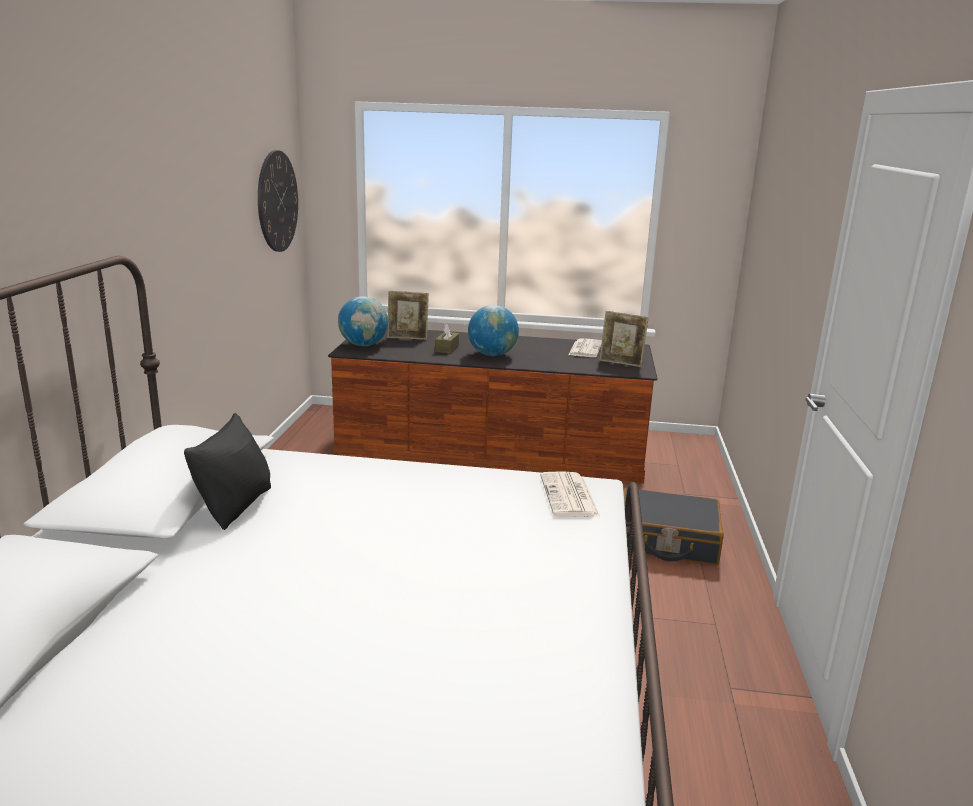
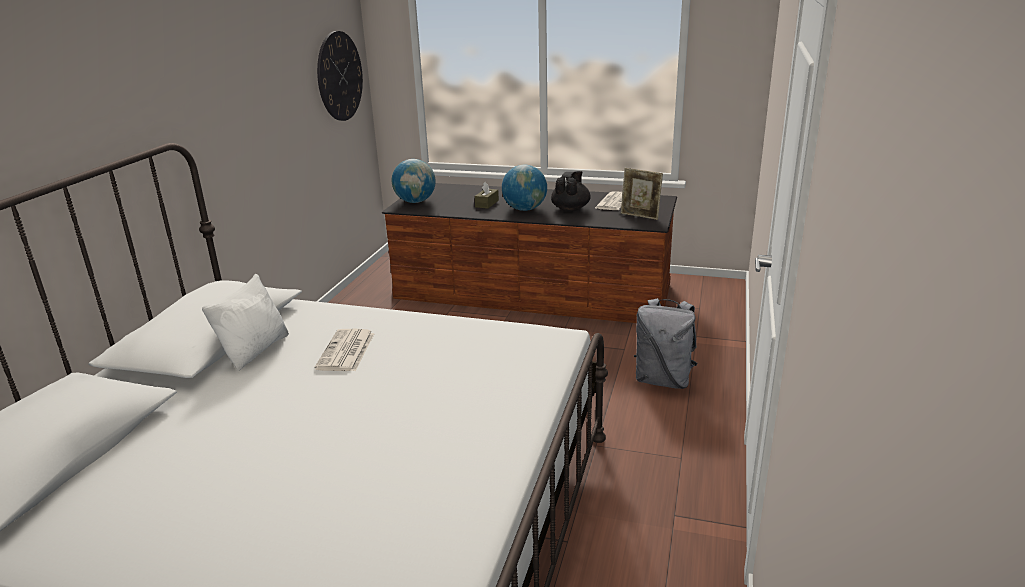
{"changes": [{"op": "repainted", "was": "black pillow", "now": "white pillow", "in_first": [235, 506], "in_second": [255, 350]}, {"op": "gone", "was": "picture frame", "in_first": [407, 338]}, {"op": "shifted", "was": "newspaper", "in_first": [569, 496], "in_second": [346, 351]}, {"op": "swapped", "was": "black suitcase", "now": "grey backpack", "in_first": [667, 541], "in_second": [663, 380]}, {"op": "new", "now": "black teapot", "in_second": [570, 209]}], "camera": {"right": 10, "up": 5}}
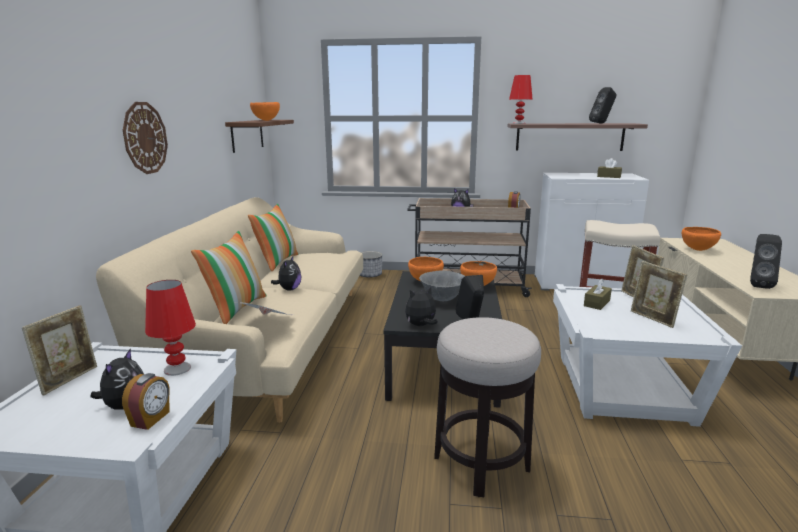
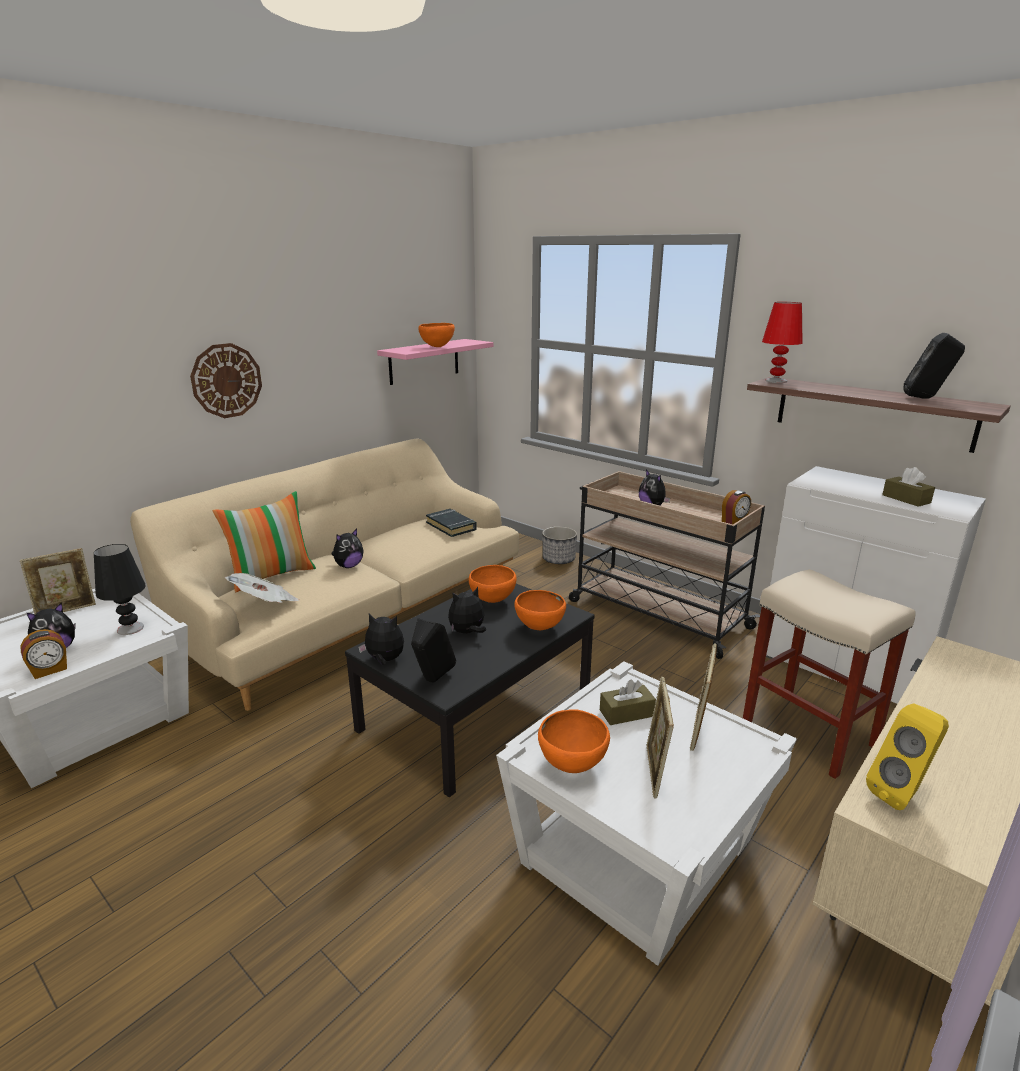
{"changes": [{"op": "repainted", "was": "red table lamp", "now": "black table lamp", "in_first": [177, 369], "in_second": [130, 628]}, {"op": "repainted", "was": "brown shelf", "now": "pink shelf", "in_first": [247, 135], "in_second": [424, 361]}, {"op": "gone", "was": "pillow", "in_first": [277, 261]}, {"op": "swapped", "was": "grey bowl", "now": "plush toy", "in_first": [443, 299], "in_second": [467, 632]}, {"op": "gone", "was": "stool", "in_first": [481, 462]}, {"op": "shifted", "was": "orange bowl", "in_first": [698, 250], "in_second": [572, 765]}, {"op": "repainted", "was": "black speaker", "now": "yellow speaker", "in_first": [758, 285], "in_second": [901, 794]}, {"op": "new", "now": "black book", "in_second": [451, 526]}], "camera": {"right": 35, "up": 5}}
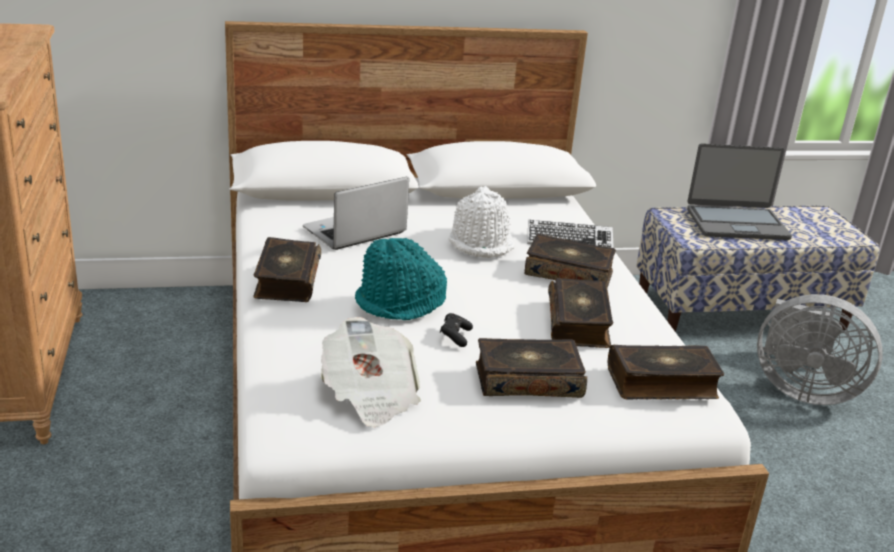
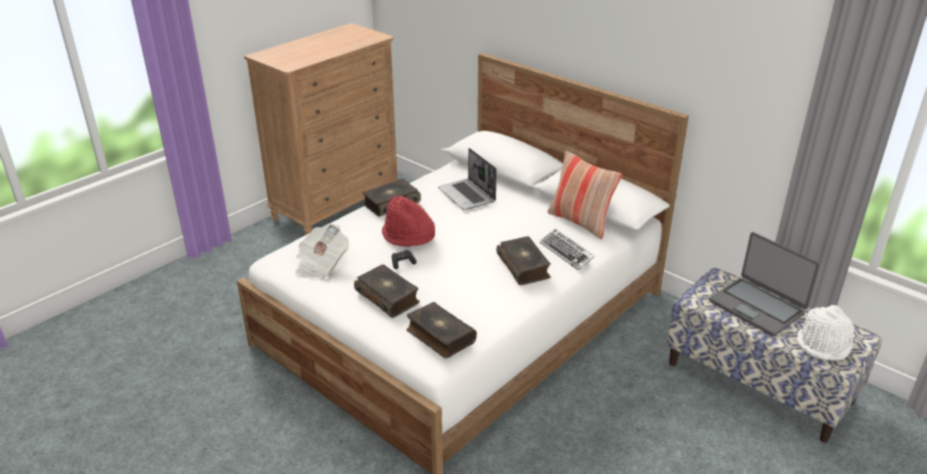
{"changes": [{"op": "rotated", "was": "laptop", "in_first": [354, 232], "in_second": [467, 195], "clockwise": -135}, {"op": "repainted", "was": "turquoise hat", "now": "red hat", "in_first": [400, 303], "in_second": [408, 236]}, {"op": "shifted", "was": "white hat", "in_first": [481, 243], "in_second": [824, 344]}, {"op": "gone", "was": "book", "in_first": [579, 323]}, {"op": "gone", "was": "grey fan", "in_first": [801, 390]}, {"op": "new", "now": "pillow", "in_second": [580, 222]}], "camera": {"right": 55, "up": 5}}
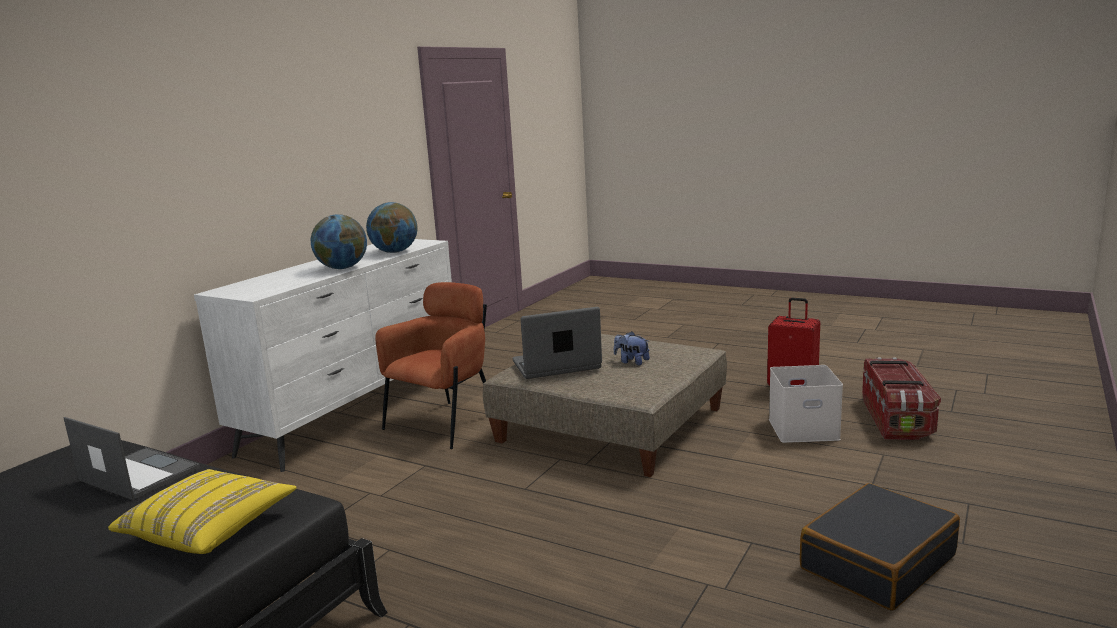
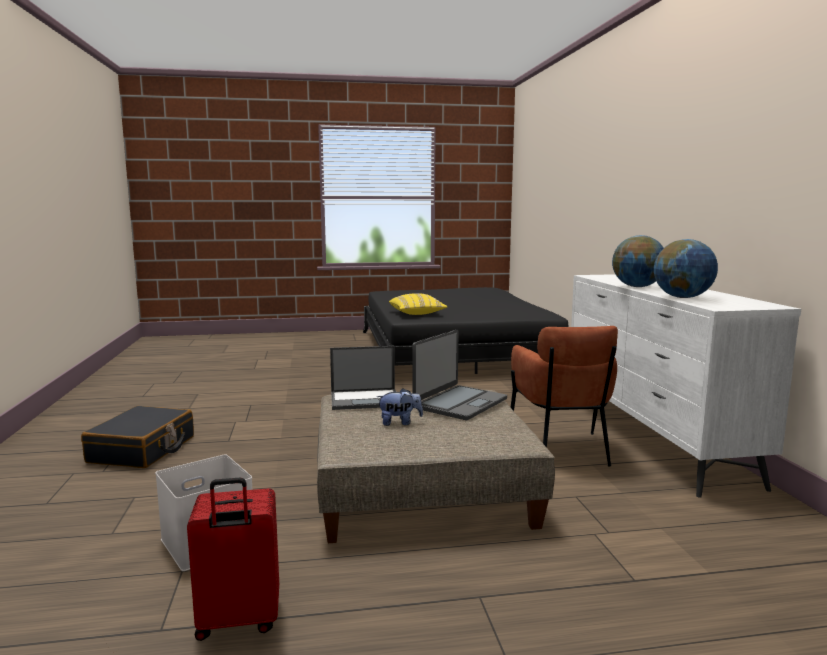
{"changes": [{"op": "shifted", "was": "laptop", "in_first": [138, 474], "in_second": [365, 400]}, {"op": "gone", "was": "storage box", "in_first": [896, 419]}], "camera": {"right": 140, "up": -5}}
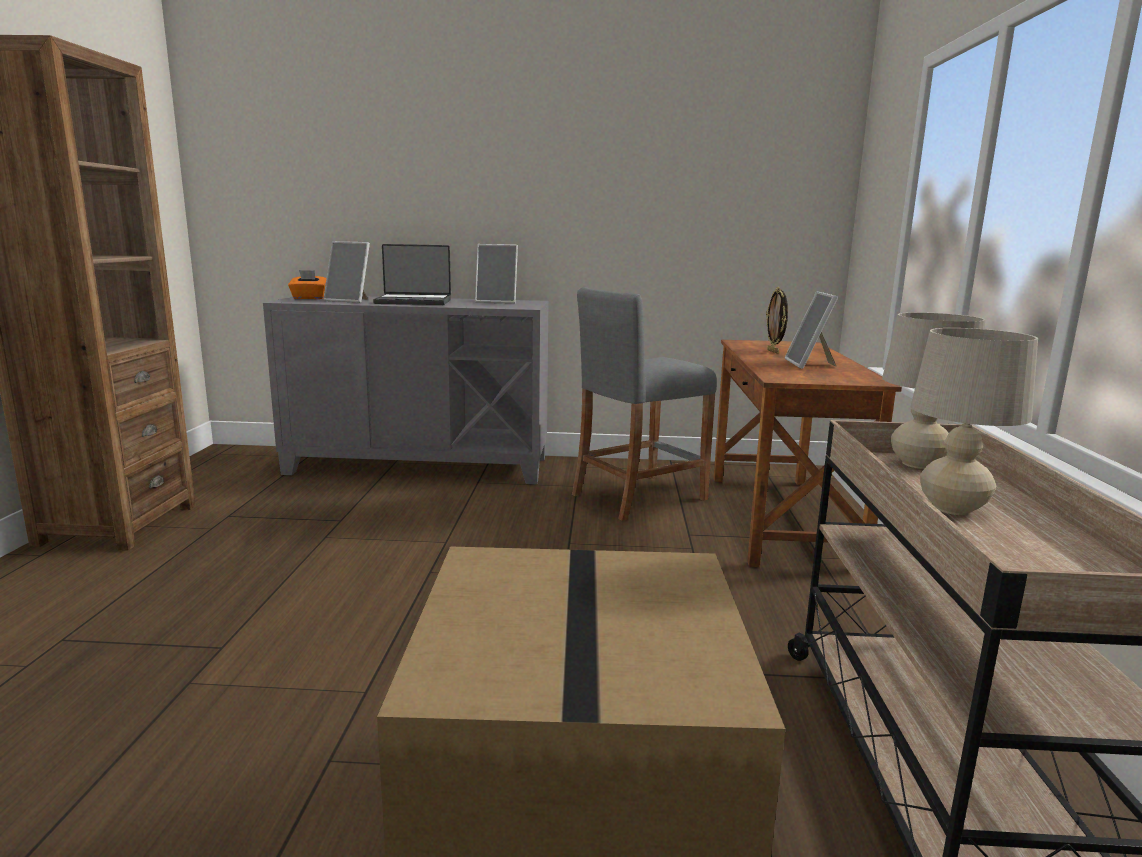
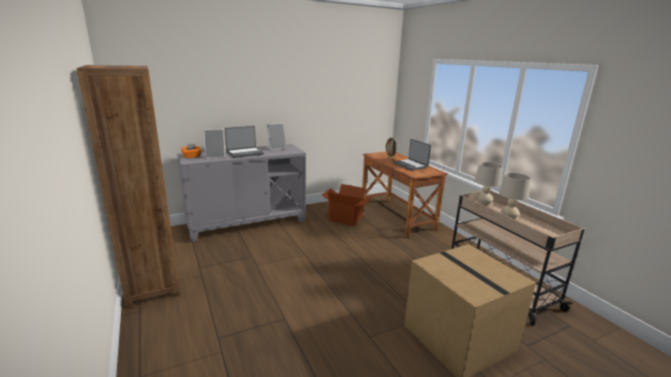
{"changes": [{"op": "swapped", "was": "grey stool", "now": "cardboard box", "in_first": [638, 496], "in_second": [345, 218]}, {"op": "swapped", "was": "picture frame", "now": "laptop", "in_first": [810, 364], "in_second": [410, 165]}], "camera": {"right": -30, "up": 5}}
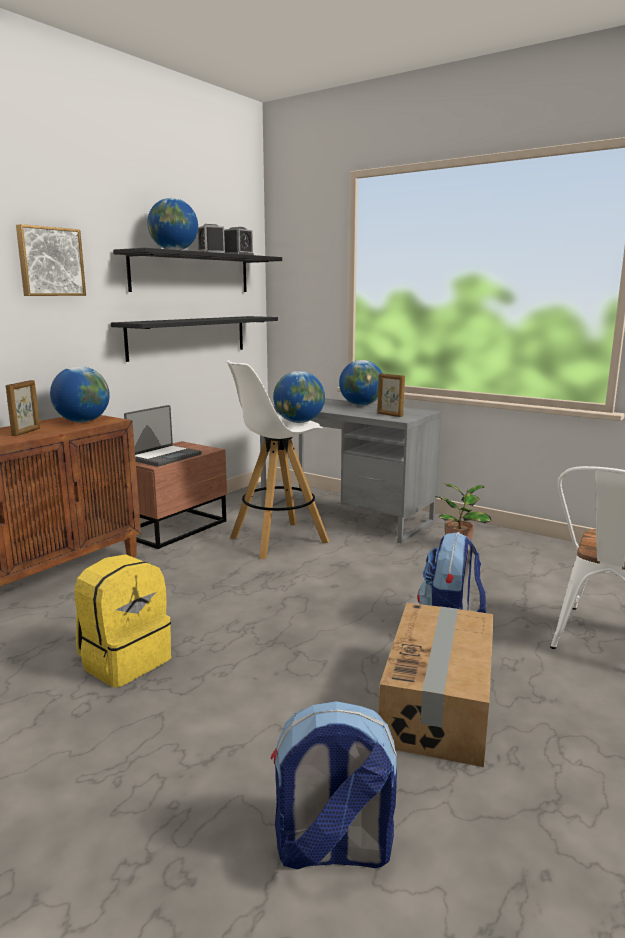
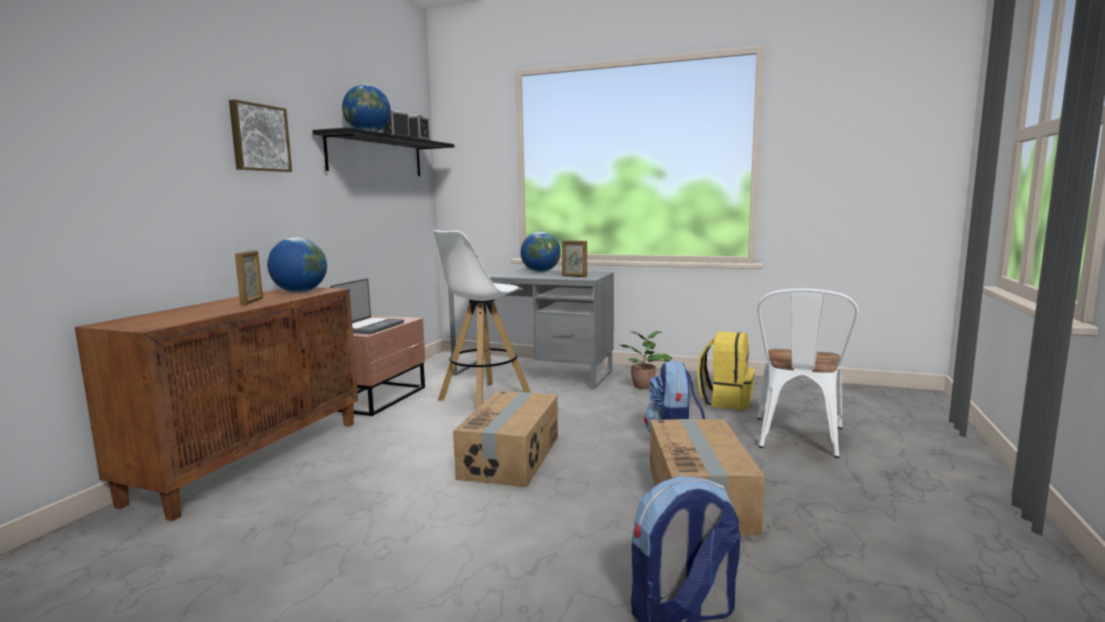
{"changes": [{"op": "shifted", "was": "yellow backpack", "in_first": [125, 661], "in_second": [726, 401]}, {"op": "gone", "was": "black shelf", "in_first": [188, 337]}, {"op": "gone", "was": "globe", "in_first": [299, 422]}, {"op": "new", "now": "cardboard box", "in_second": [511, 457]}], "camera": {"right": -15, "up": -5}}
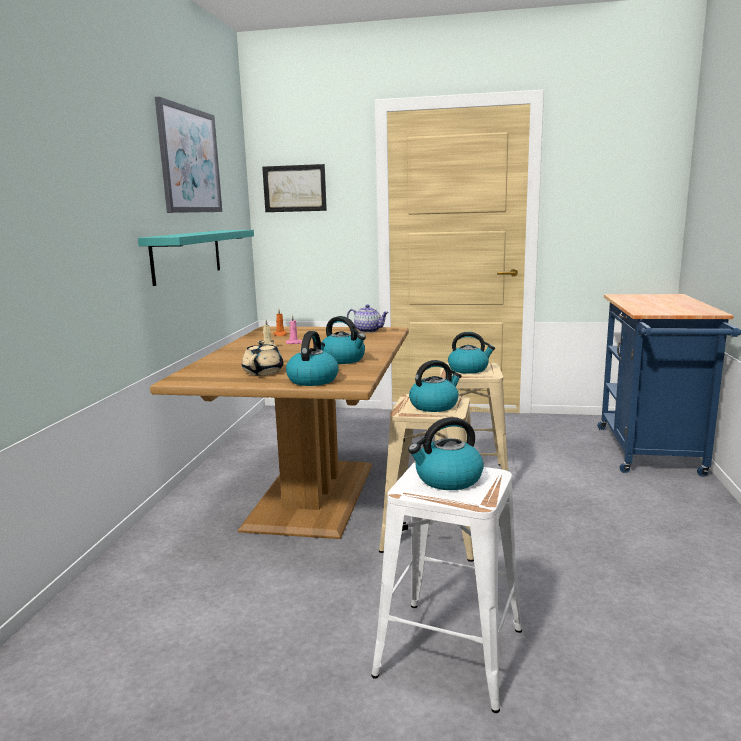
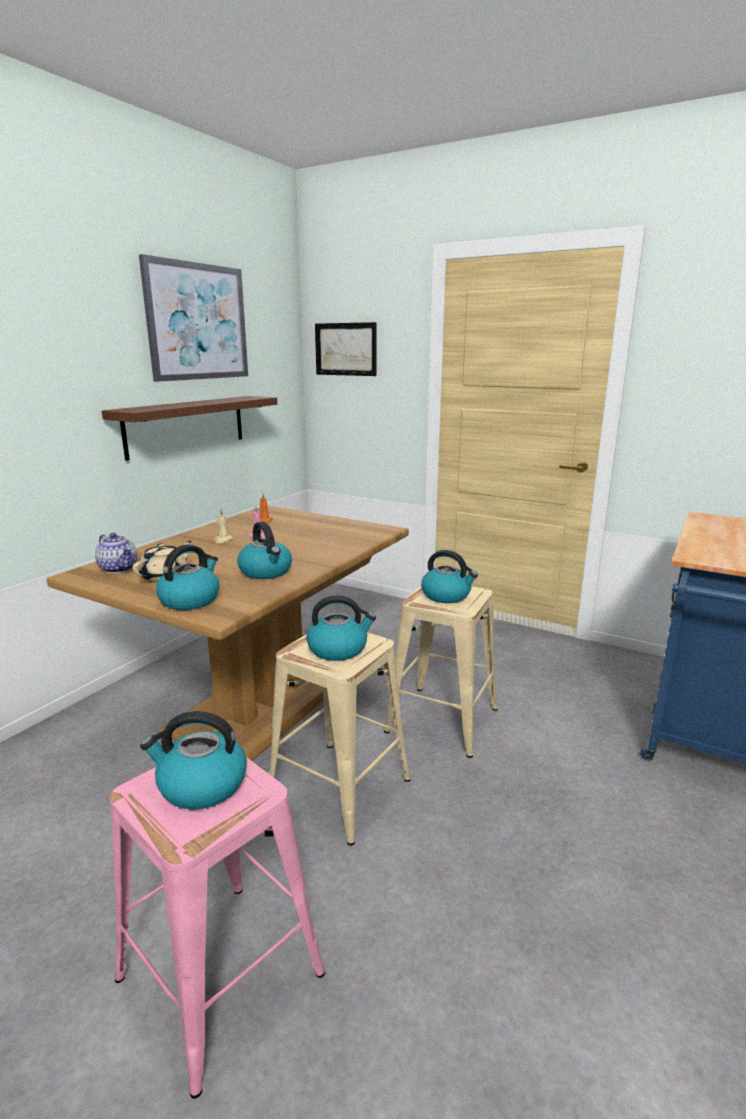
{"changes": [{"op": "repainted", "was": "turquoise shelf", "now": "brown shelf", "in_first": [187, 255], "in_second": [186, 425]}, {"op": "shifted", "was": "teapot", "in_first": [368, 331], "in_second": [119, 568]}, {"op": "repainted", "was": "white stool", "now": "pink stool", "in_first": [450, 650], "in_second": [222, 974]}], "camera": {"right": 20, "up": 5}}
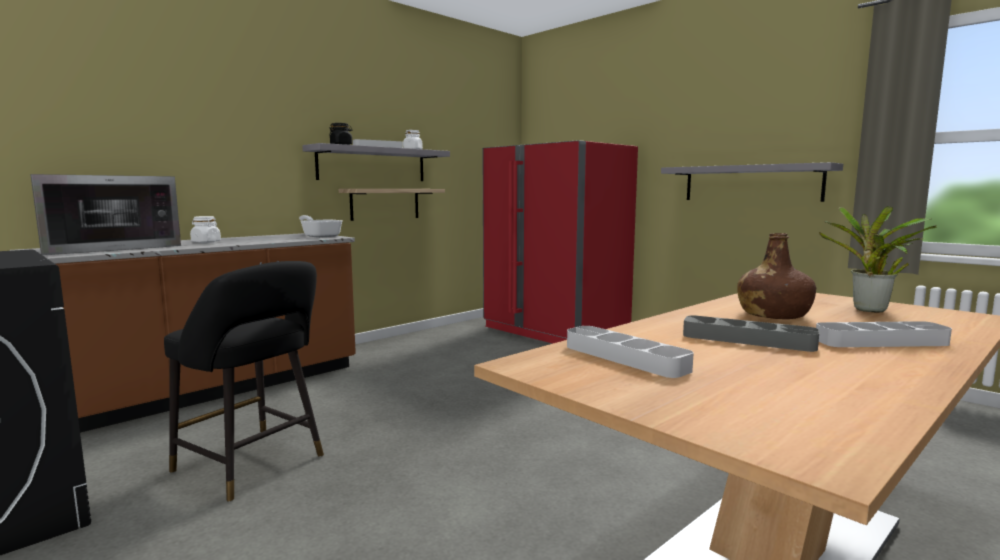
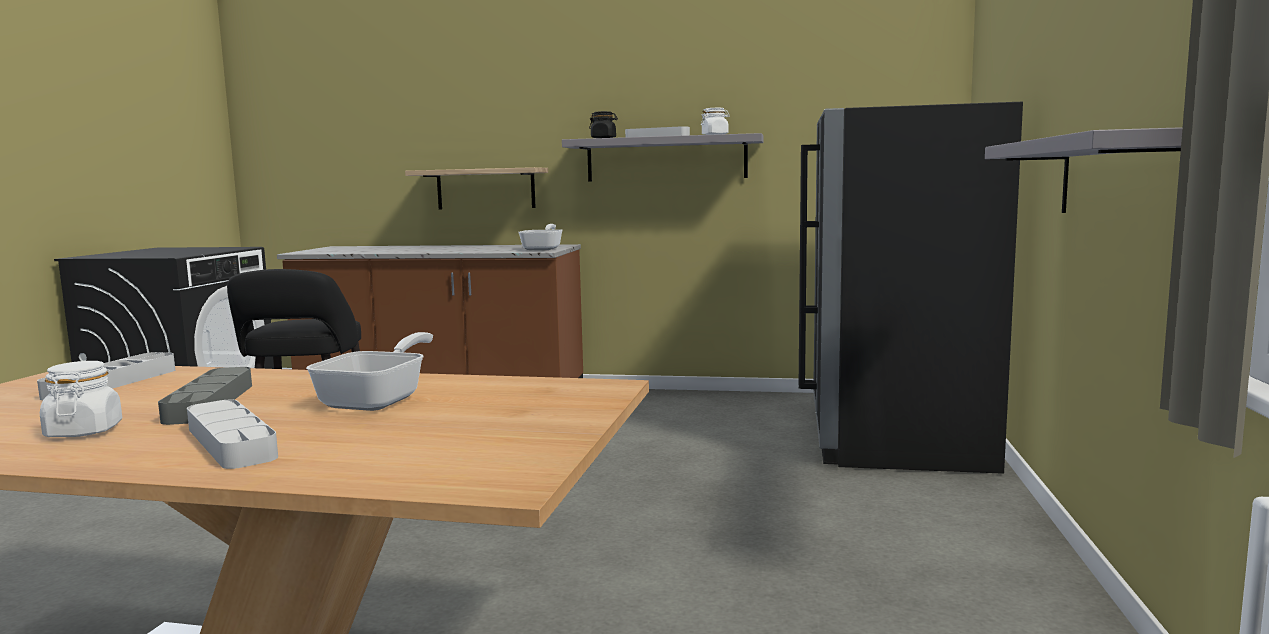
{"changes": [{"op": "gone", "was": "microwave", "in_first": [108, 248]}, {"op": "shifted", "was": "white jar", "in_first": [206, 242], "in_second": [84, 431]}, {"op": "shifted", "was": "shelf", "in_first": [385, 204], "in_second": [485, 189]}, {"op": "repainted", "was": "red fridge", "now": "black fridge", "in_first": [555, 331], "in_second": [894, 436]}, {"op": "swapped", "was": "brown bottle", "now": "frying pan", "in_first": [773, 315], "in_second": [379, 399]}, {"op": "gone", "was": "potted plant", "in_first": [869, 311]}], "camera": {"right": 55, "up": 0}}
